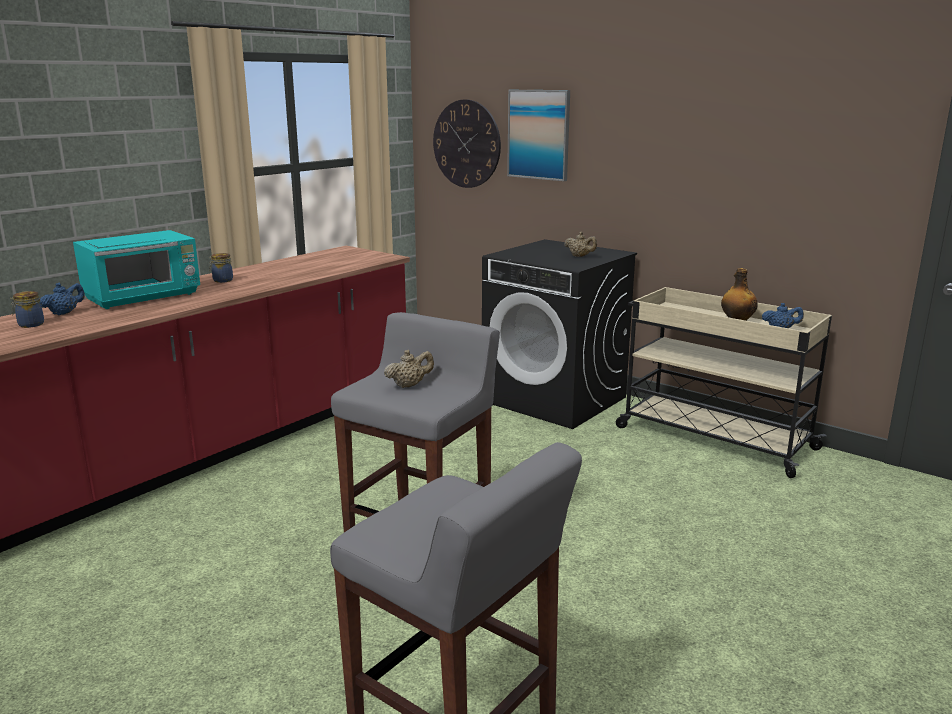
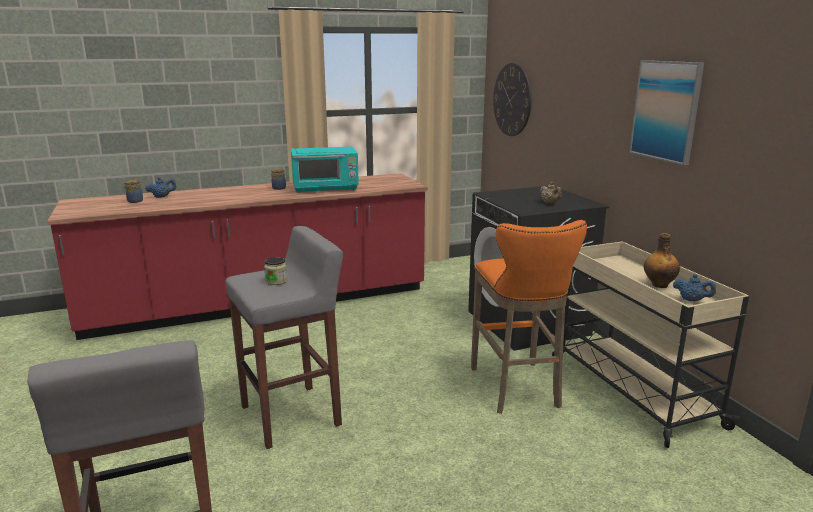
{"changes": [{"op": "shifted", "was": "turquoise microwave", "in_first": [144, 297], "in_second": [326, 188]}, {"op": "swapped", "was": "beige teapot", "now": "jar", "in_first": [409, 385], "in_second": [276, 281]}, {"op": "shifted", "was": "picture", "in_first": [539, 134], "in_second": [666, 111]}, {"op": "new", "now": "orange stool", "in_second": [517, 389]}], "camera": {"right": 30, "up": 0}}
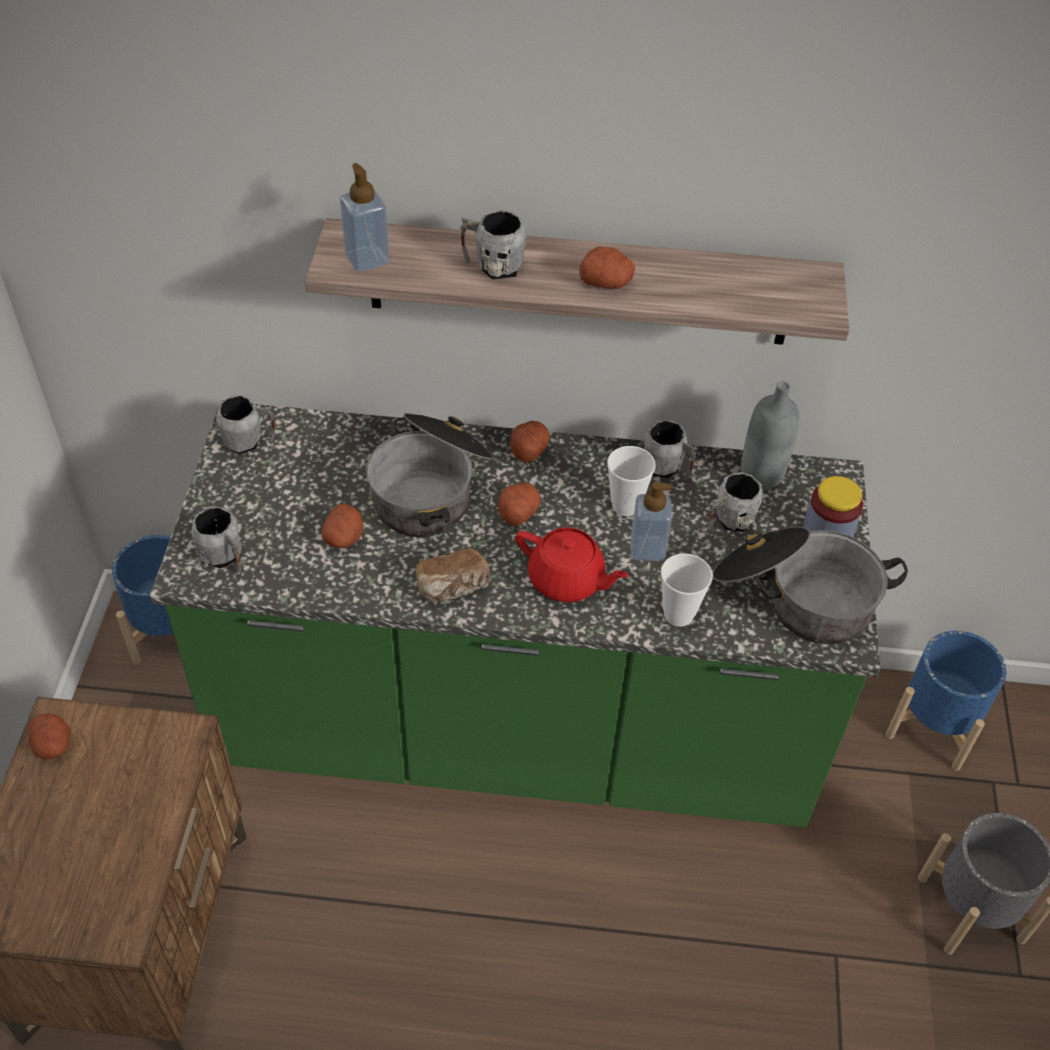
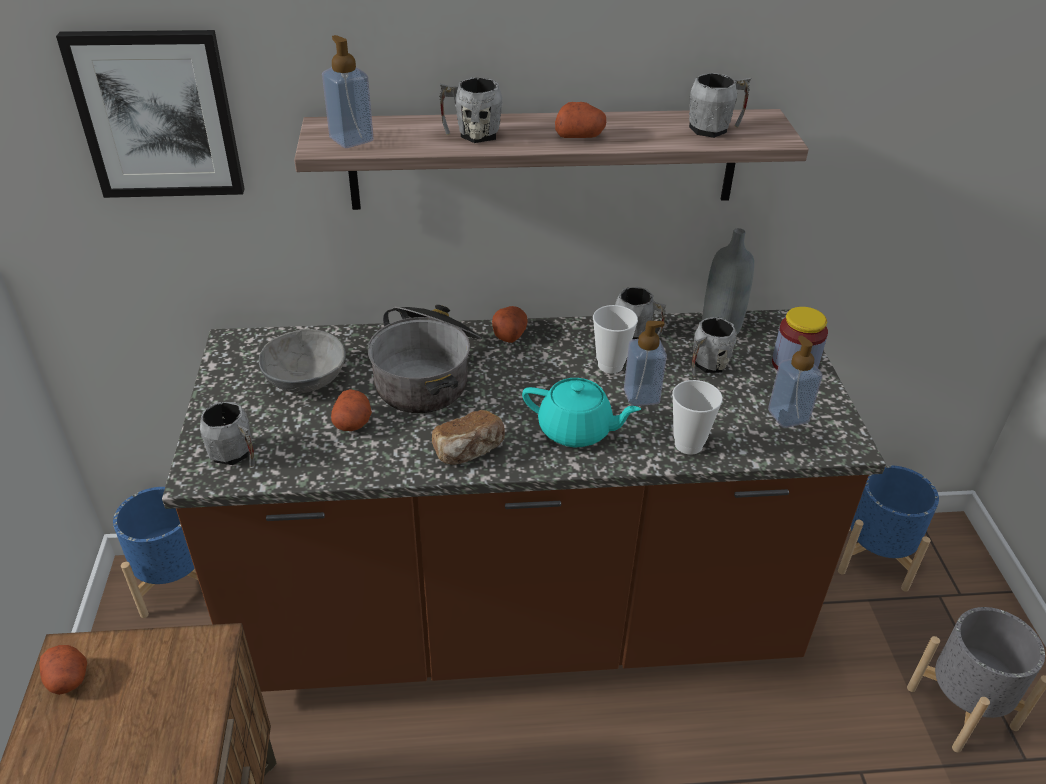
{"changes": [{"op": "repainted", "was": "green counter", "now": "brown counter", "in_first": [516, 730], "in_second": [517, 619]}, {"op": "shifted", "was": "grey mug", "in_first": [249, 441], "in_second": [715, 129]}, {"op": "gone", "was": "potato", "in_first": [518, 512]}, {"op": "repainted", "was": "red teapot", "now": "turquoise teapot", "in_first": [567, 580], "in_second": [576, 430]}, {"op": "swapped", "was": "cooking pot", "now": "soap dispenser", "in_first": [796, 597], "in_second": [788, 416]}, {"op": "new", "now": "picture", "in_second": [157, 115]}, {"op": "new", "now": "grey bowl", "in_second": [304, 379]}], "camera": {"right": -10, "up": -10}}
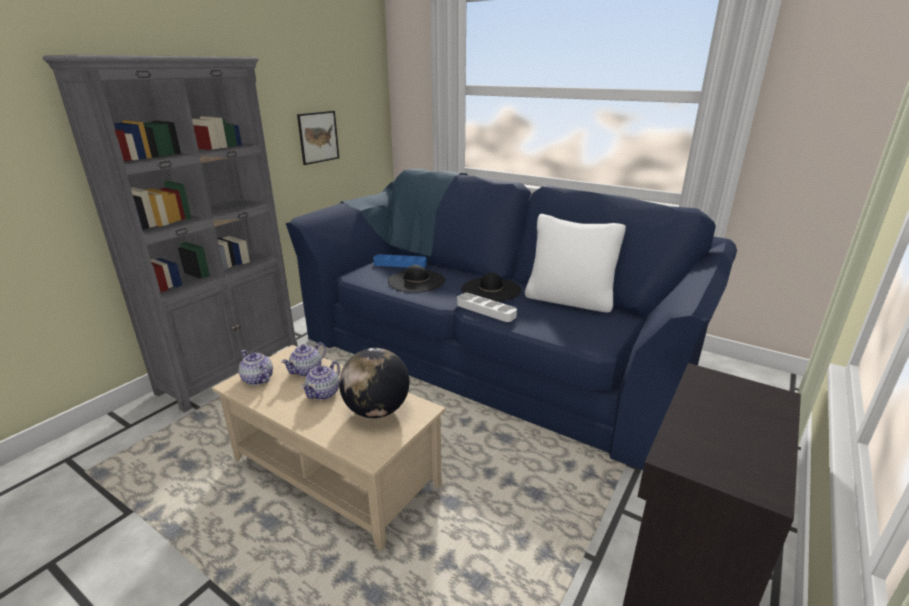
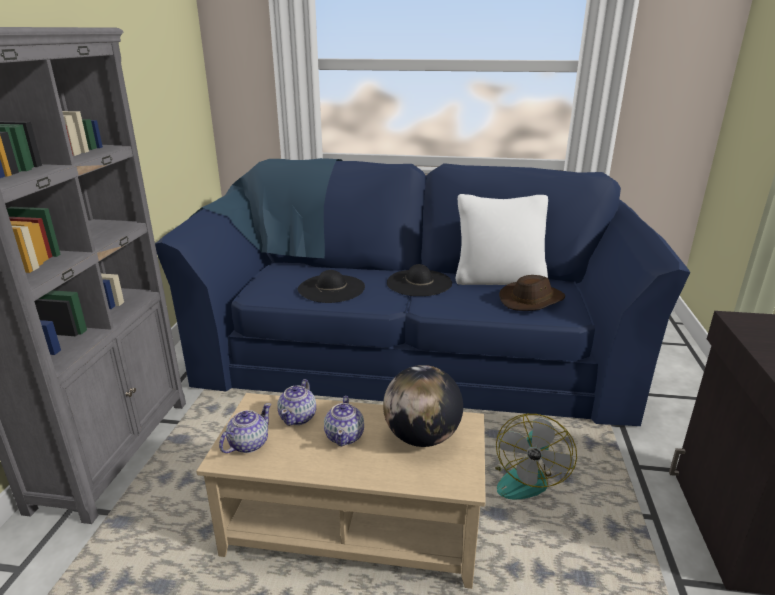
{"changes": [{"op": "rotated", "was": "teapot", "in_first": [257, 379], "in_second": [248, 444], "clockwise": 105}, {"op": "gone", "was": "picture", "in_first": [318, 137]}, {"op": "gone", "was": "blue tray", "in_first": [400, 264]}, {"op": "gone", "was": "white tray", "in_first": [486, 310]}, {"op": "new", "now": "fan", "in_second": [524, 477]}, {"op": "new", "now": "brown hat", "in_second": [532, 300]}], "camera": {"right": -25, "up": 0}}
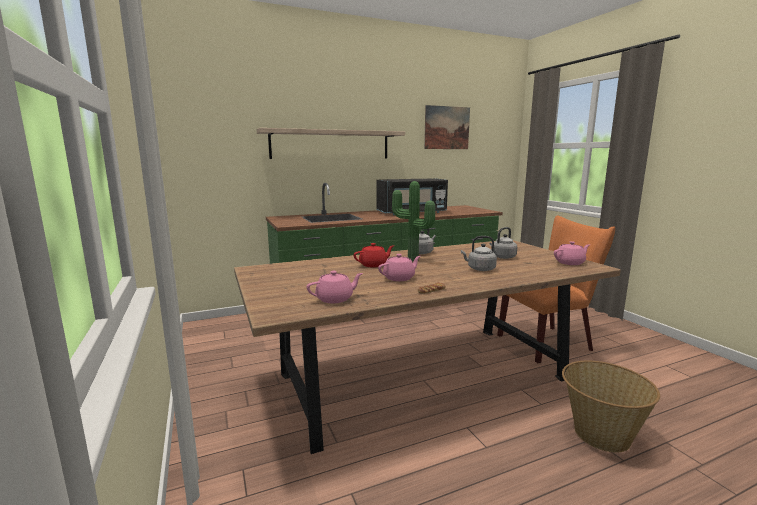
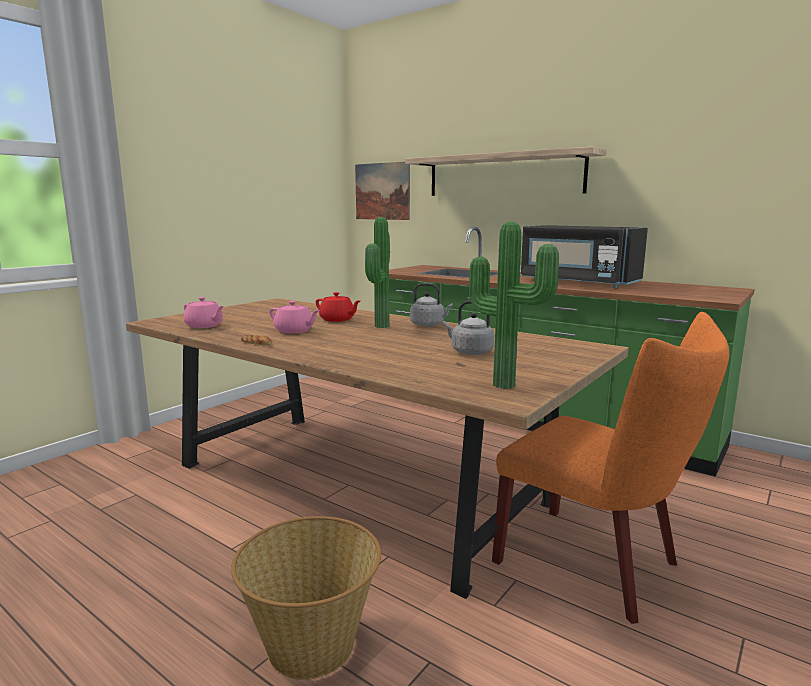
{"changes": [{"op": "shifted", "was": "picture", "in_first": [447, 128], "in_second": [382, 191]}, {"op": "gone", "was": "grey kettle", "in_first": [479, 269]}, {"op": "swapped", "was": "pink teapot", "now": "potted plant", "in_first": [570, 263], "in_second": [506, 384]}], "camera": {"right": 60, "up": 0}}
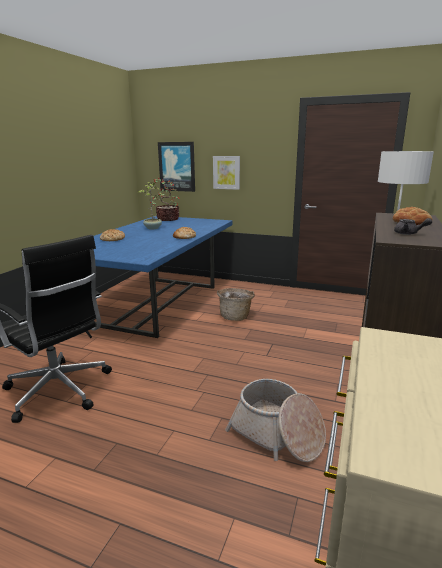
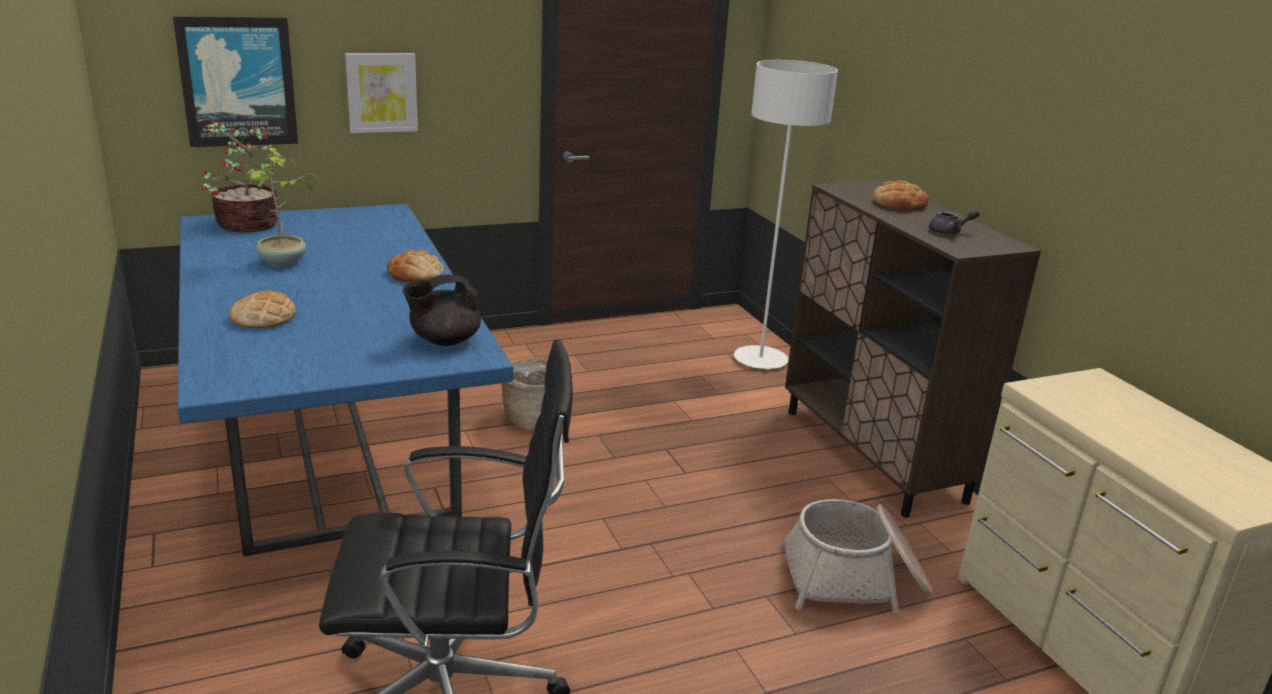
{"changes": [{"op": "new", "now": "black teapot", "in_second": [444, 340]}], "camera": {"right": -45, "up": 5}}
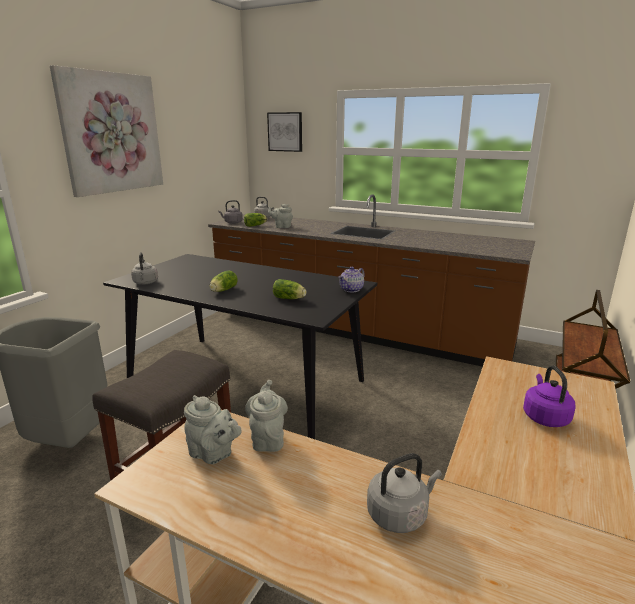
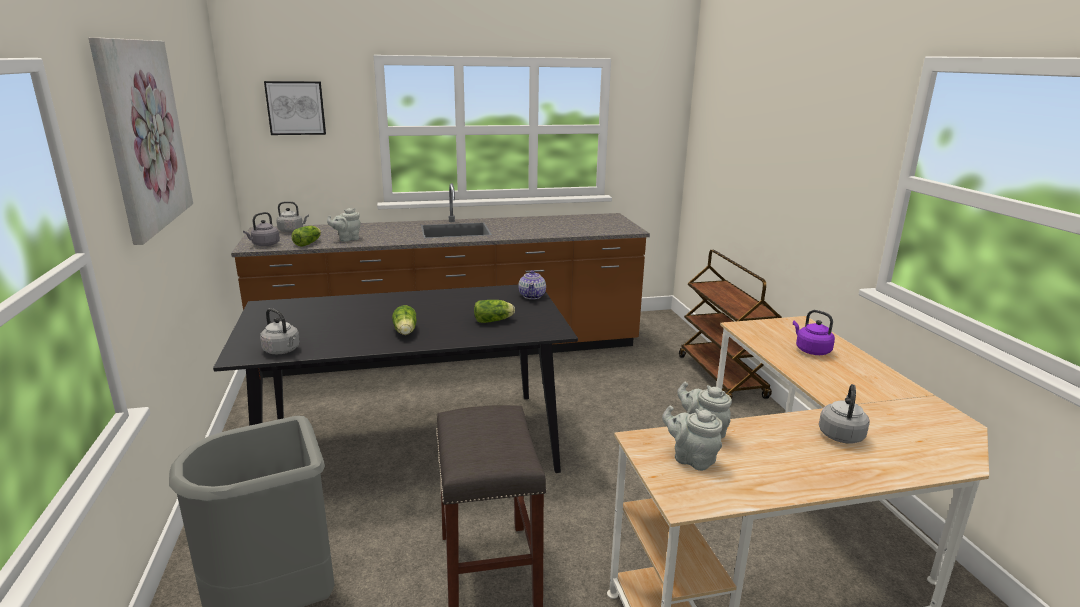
{"changes": [{"op": "rotated", "was": "grey teapot", "in_first": [213, 454], "in_second": [691, 459], "clockwise": -135}], "camera": {"right": -40, "up": 0}}
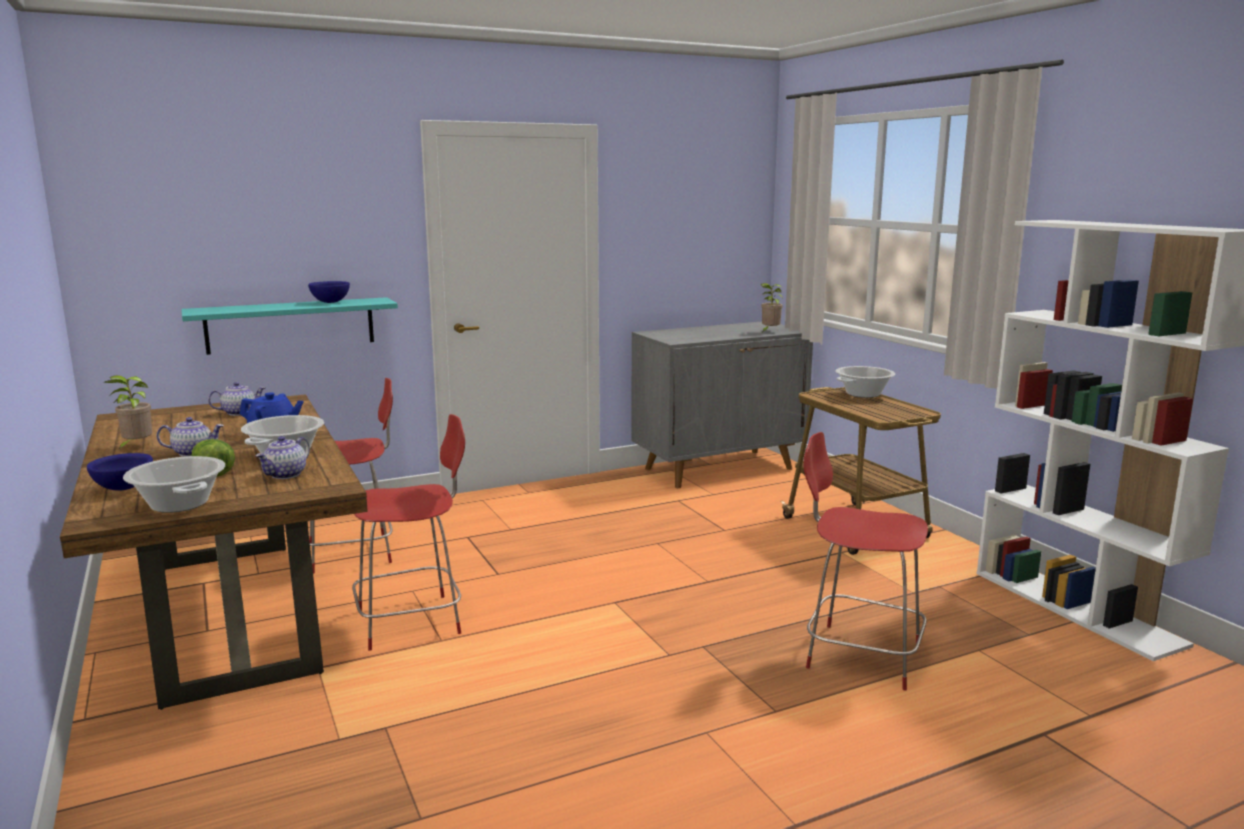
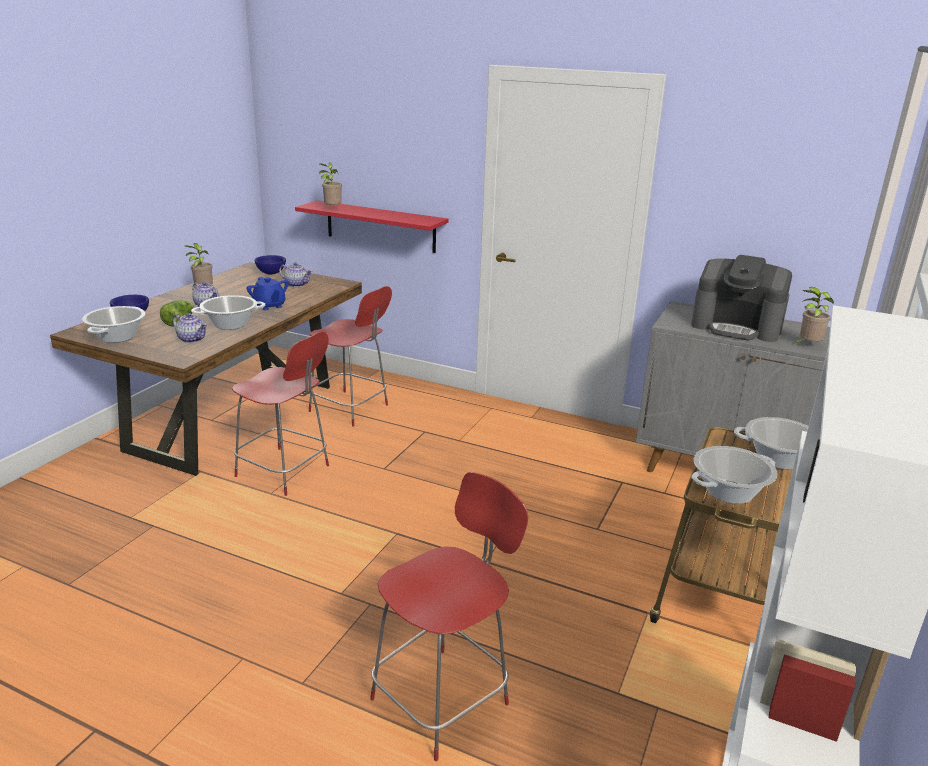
{"changes": [{"op": "repainted", "was": "turquoise shelf", "now": "red shelf", "in_first": [291, 325], "in_second": [380, 226]}, {"op": "rotated", "was": "teapot", "in_first": [286, 475], "in_second": [192, 339], "clockwise": -135}, {"op": "shifted", "was": "blue bowl", "in_first": [331, 302], "in_second": [271, 273]}, {"op": "rotated", "was": "red chair", "in_first": [858, 655], "in_second": [443, 698], "clockwise": 60}, {"op": "new", "now": "potted plant", "in_second": [331, 209]}, {"op": "new", "now": "coffee machine", "in_second": [736, 327]}, {"op": "new", "now": "cooking pot", "in_second": [729, 492]}], "camera": {"right": 50, "up": 10}}
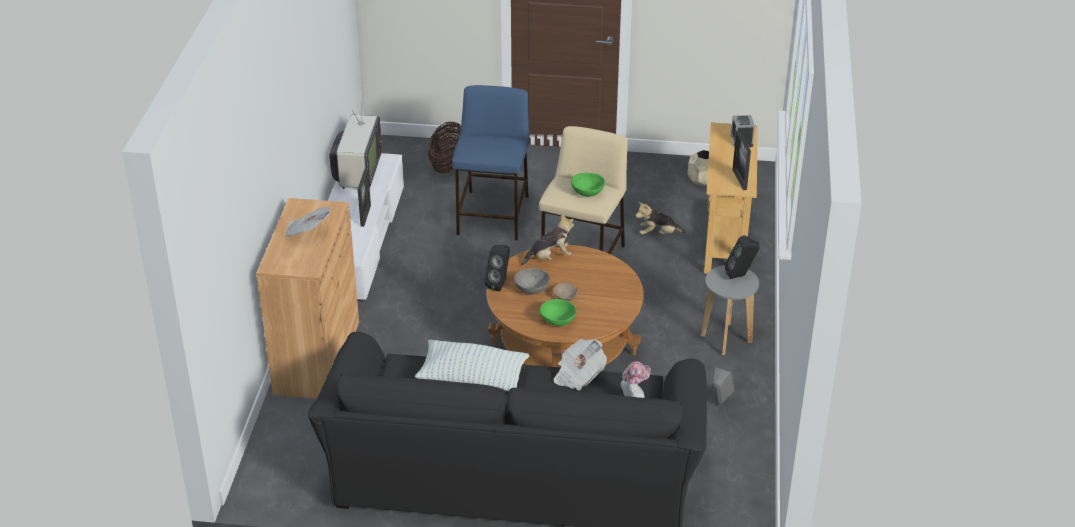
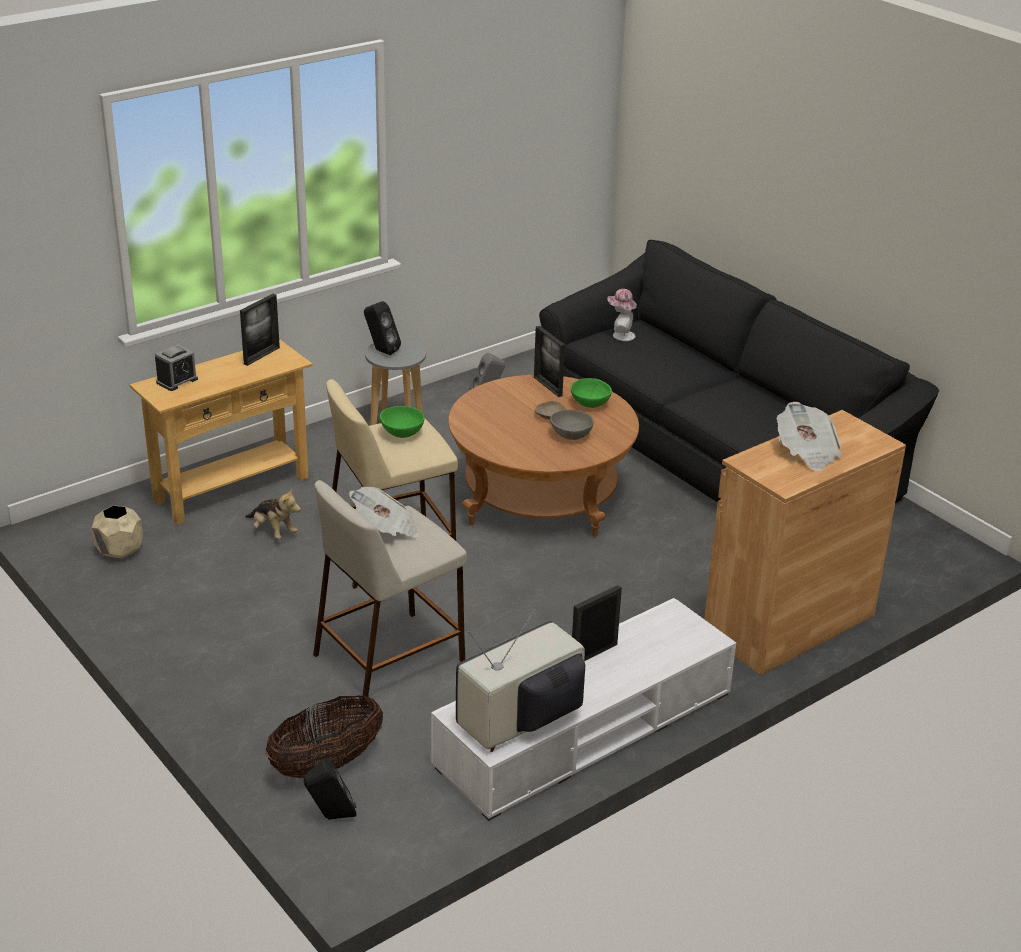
{"changes": [{"op": "gone", "was": "pillow", "in_first": [472, 377]}, {"op": "repainted", "was": "blue stool", "now": "beige stool", "in_first": [493, 216], "in_second": [390, 656]}, {"op": "shifted", "was": "black speaker", "in_first": [499, 284], "in_second": [331, 817]}, {"op": "gone", "was": "plush toy", "in_first": [549, 257]}, {"op": "shifted", "was": "newspaper", "in_first": [578, 375], "in_second": [386, 528]}, {"op": "new", "now": "picture frame", "in_second": [548, 386]}], "camera": {"right": -135, "up": -5}}
